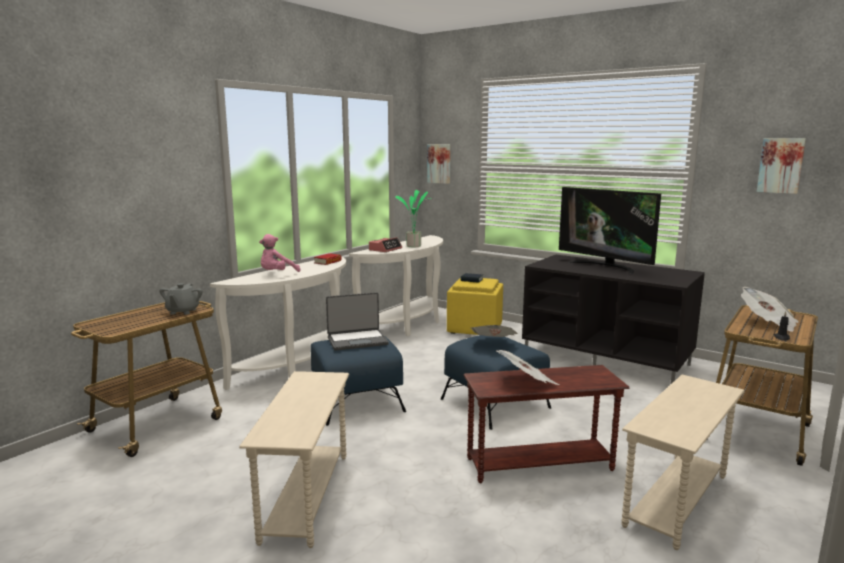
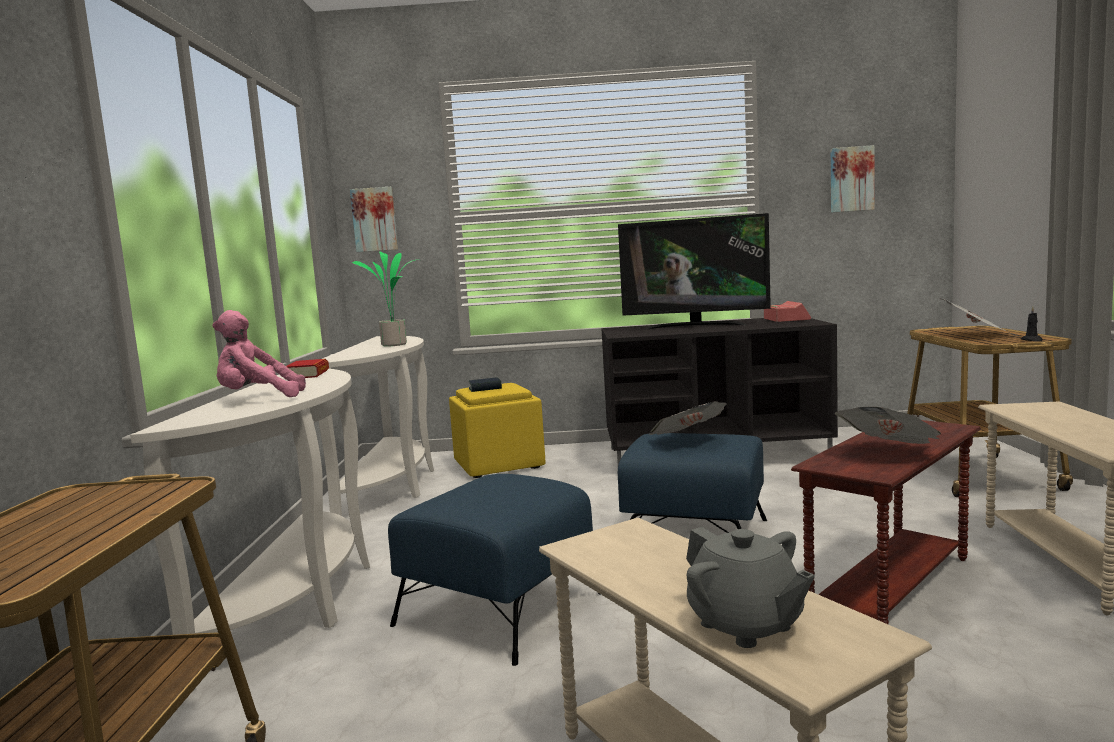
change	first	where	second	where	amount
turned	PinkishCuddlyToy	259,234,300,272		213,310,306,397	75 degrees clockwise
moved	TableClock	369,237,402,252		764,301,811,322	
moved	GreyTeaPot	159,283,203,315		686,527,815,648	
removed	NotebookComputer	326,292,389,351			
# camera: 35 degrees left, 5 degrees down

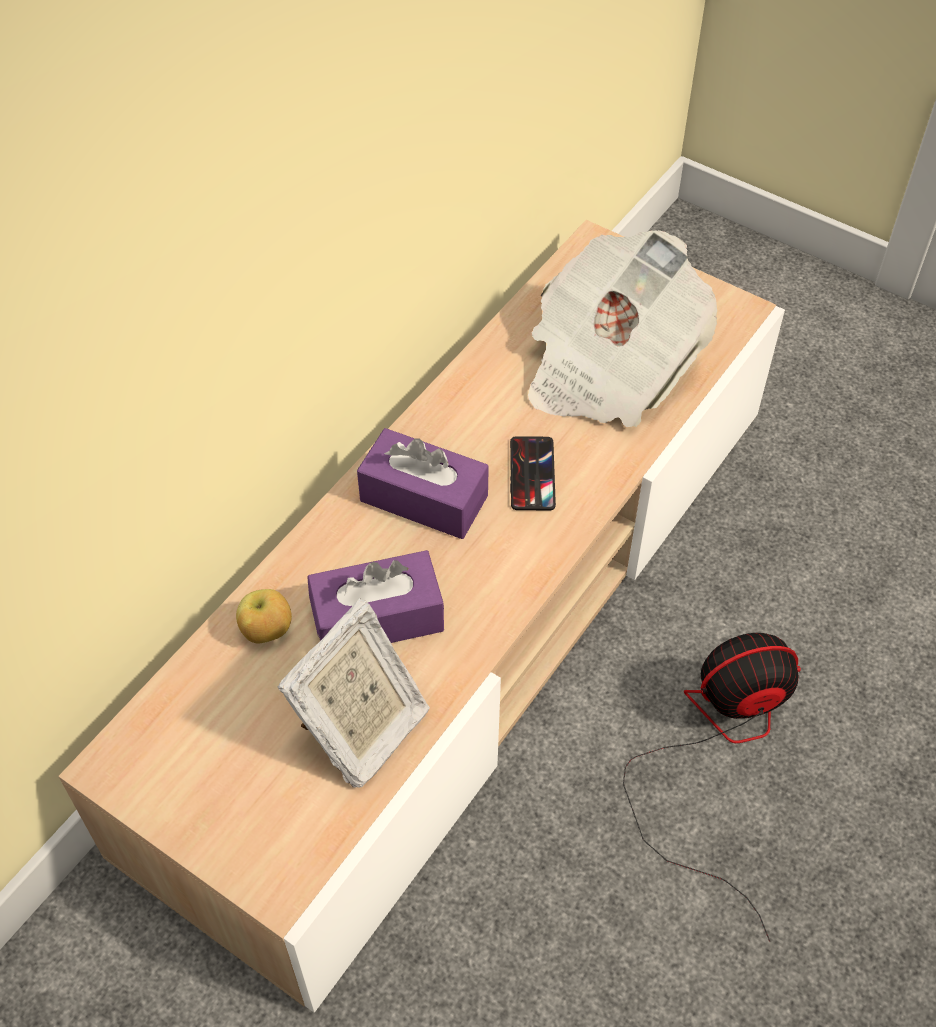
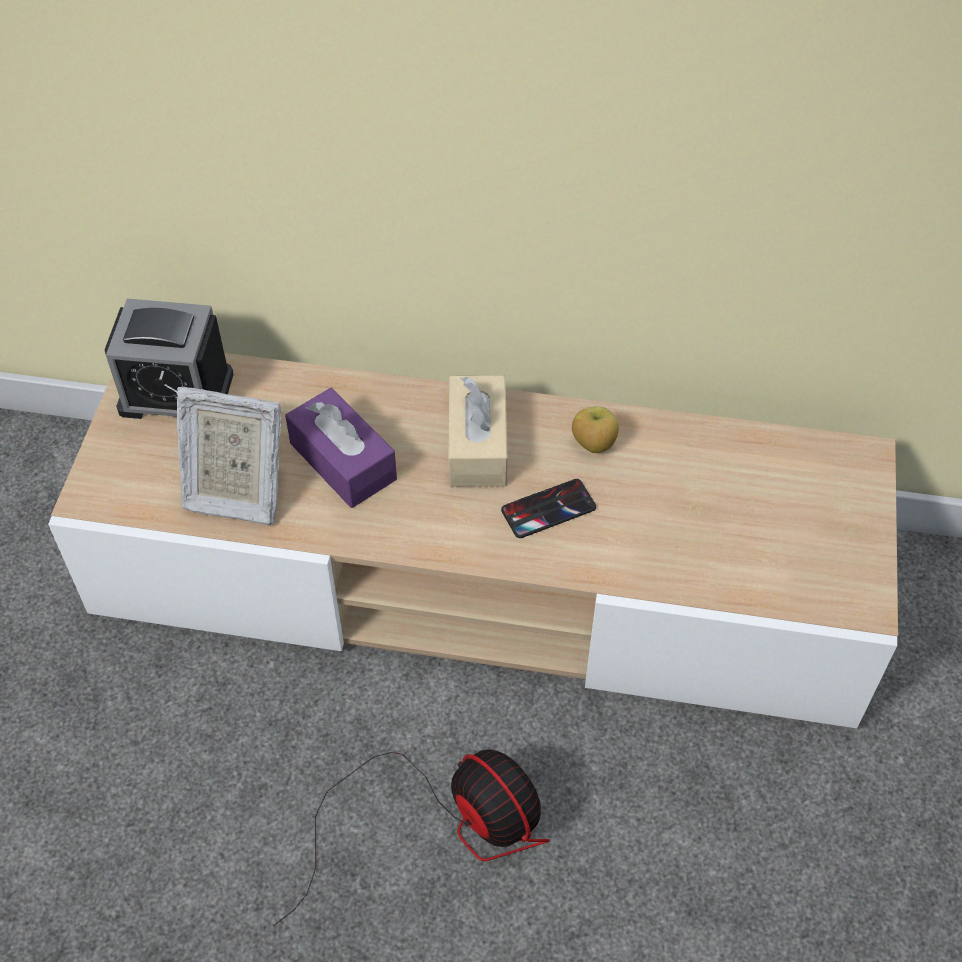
change	first	where	second	where	amount
removed	PrintedPaper	528,230,717,427			
recoloured	PurplishTissueBox	357,428,489,539	BeigeColouredTissueBox	449,376,507,487	
moved	AppleFruit	236,589,292,644		572,406,619,453	
added			TableClock	105,299,234,419	
# camera: 65 degrees right, 0 degrees up

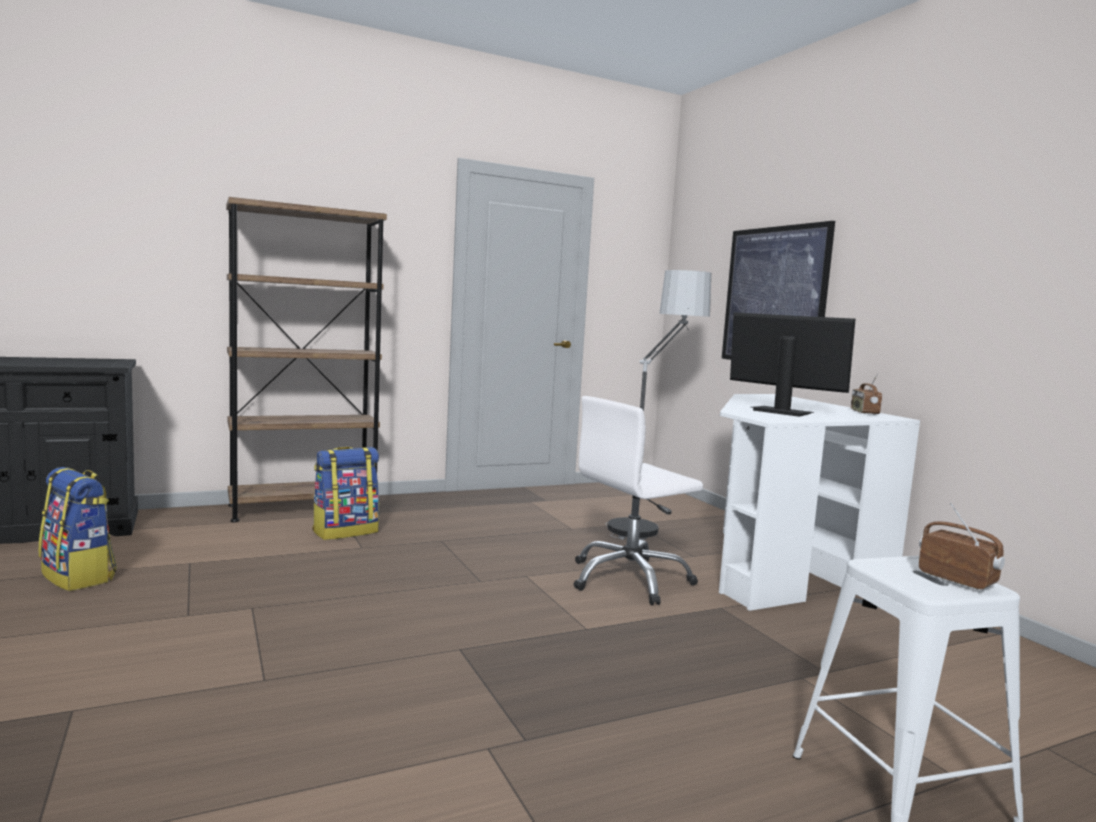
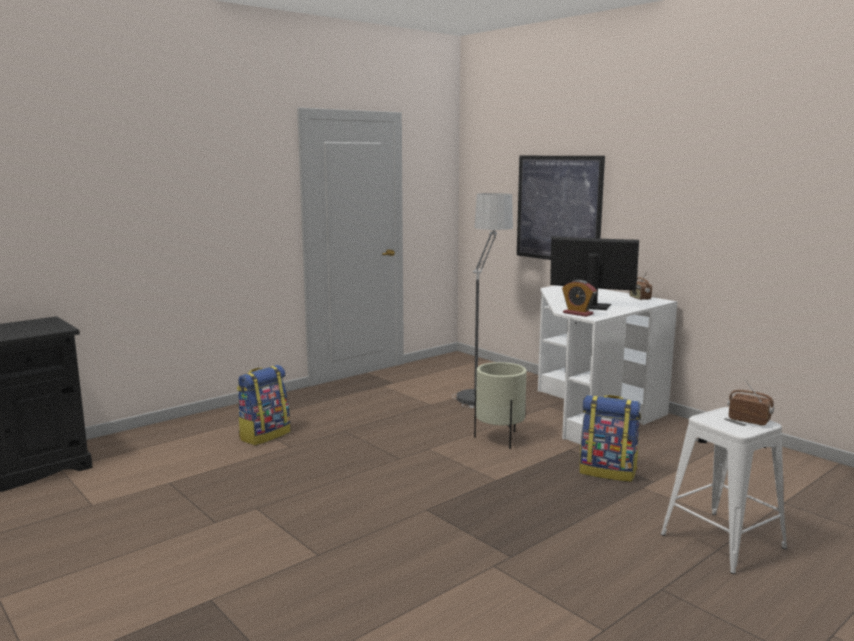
change	first	where	second	where	amount
removed	BrownShelvingUnit	226,197,387,522			
replaced	WhiteDeskChair	574,396,703,605	BeigeColouredPlantPot	474,362,527,449	
moved	Rucksack	39,467,117,591		580,395,641,482	
added			TableClock	562,280,597,317	
# camera: 15 degrees left, 5 degrees up

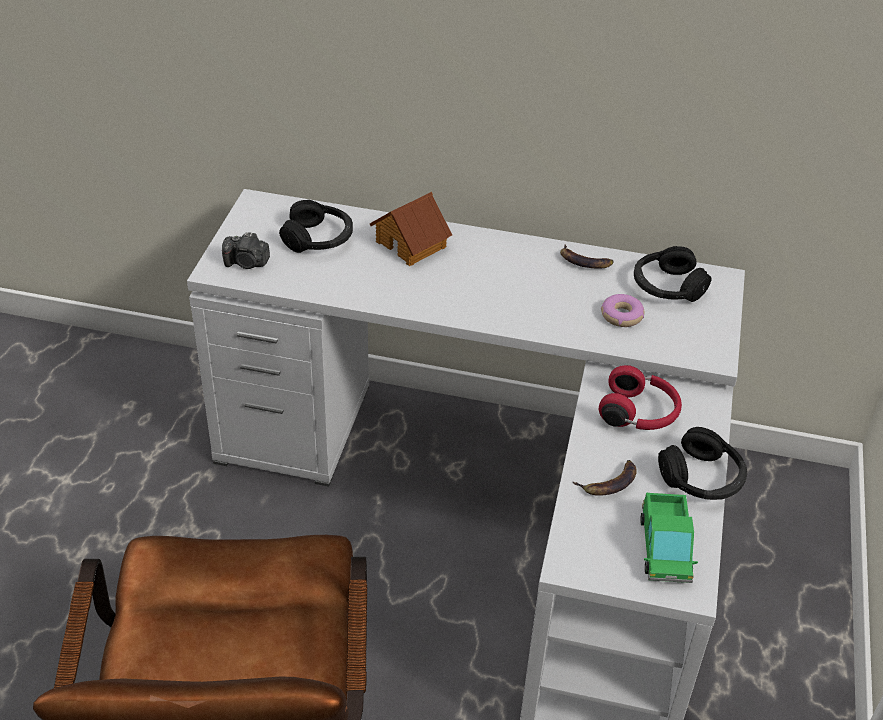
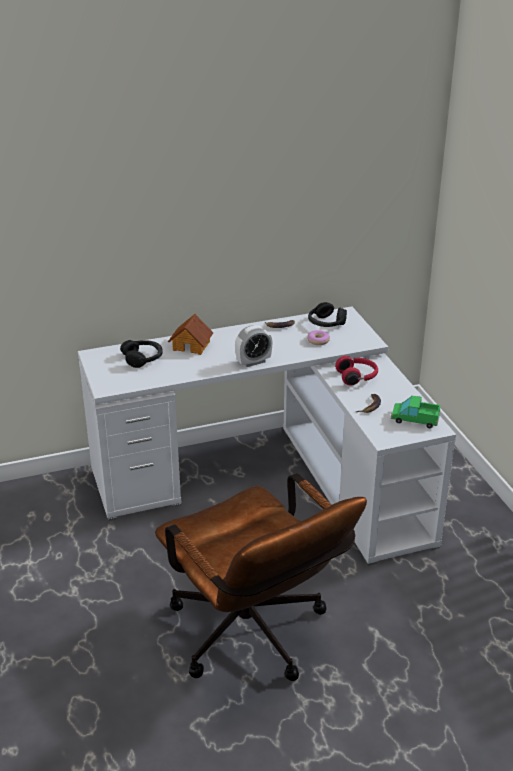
change	first	where	second	where	amount
removed	PhotoCamera	222,232,270,269			
removed	BlackishHeadset	658,427,747,500			
turned	ToyLorry	640,493,698,583		391,396,441,428	135 degrees clockwise
added			TableClock	235,325,272,367	
# camera: 30 degrees left, 10 degrees down

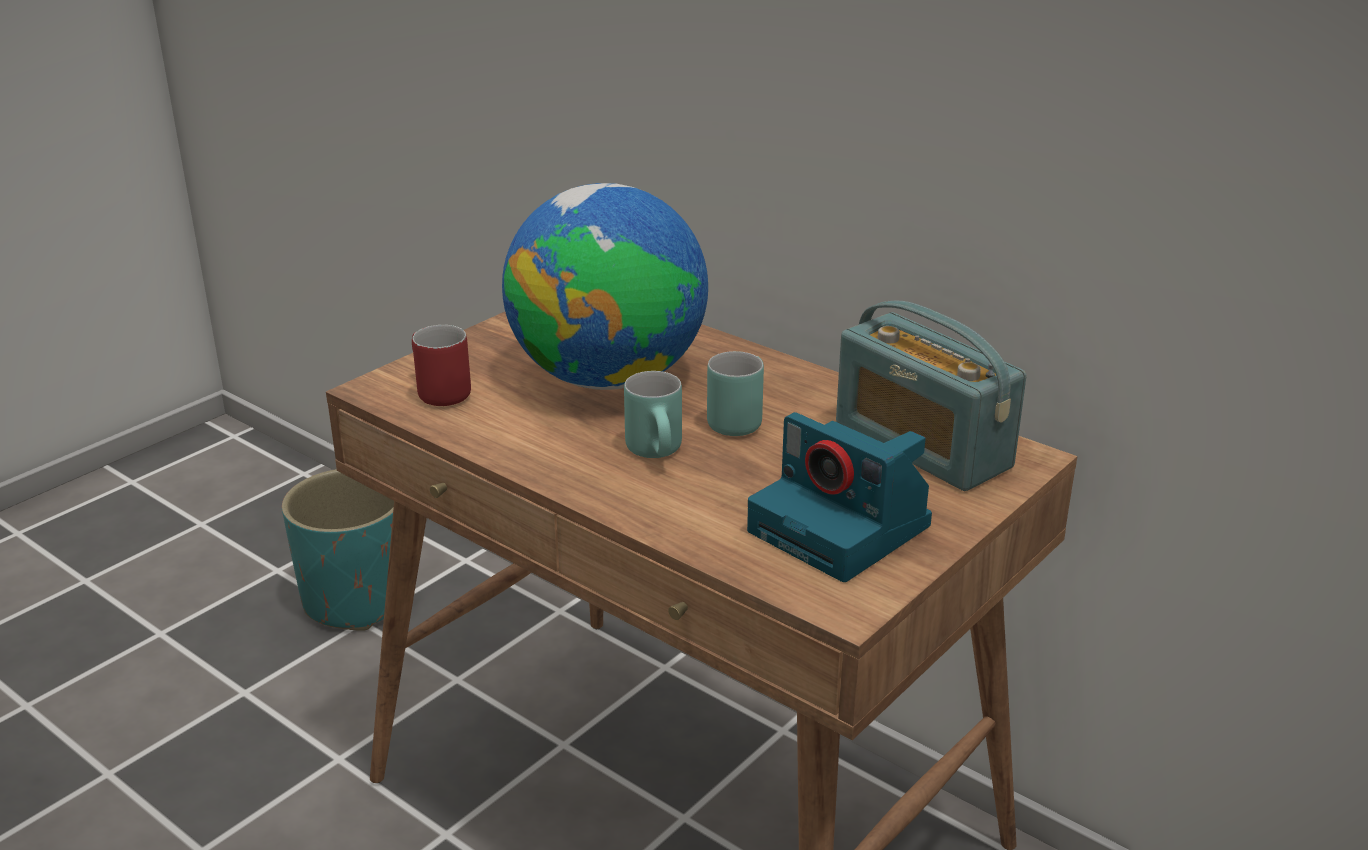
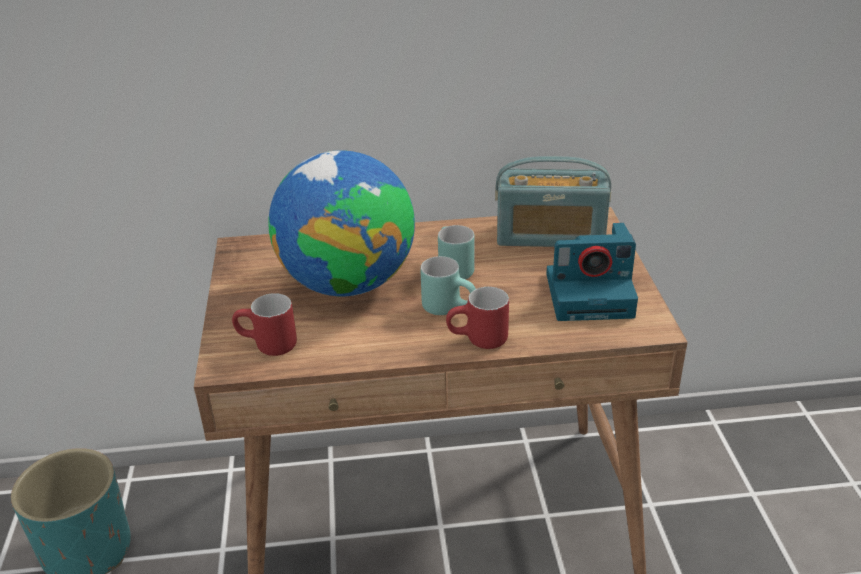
change	first	where	second	where	amount
added			ReddishMug	446,287,509,349	
# camera: 45 degrees left, 5 degrees up

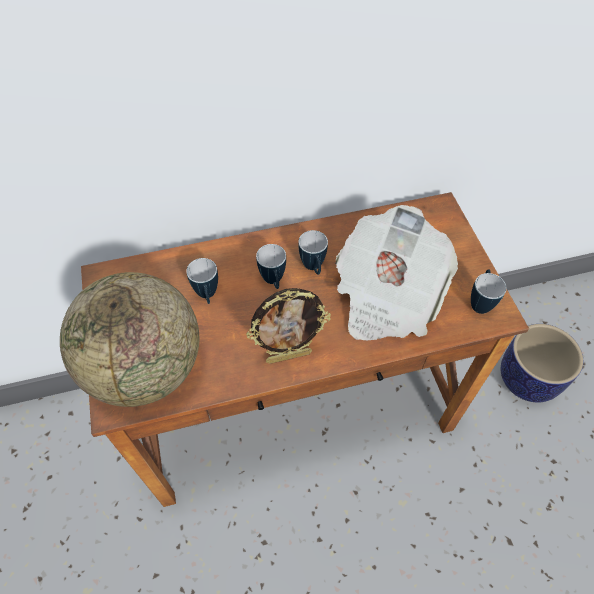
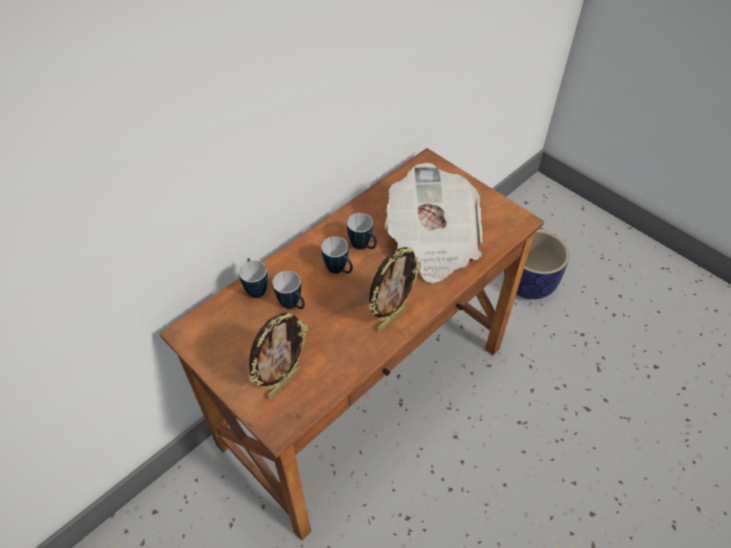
change	first	where	second	where	amount
moved	Mug	471,269,507,314		239,258,268,298	
replaced	DeskGlobe	60,272,199,407	PhotoFrame	249,312,308,399	
# camera: 30 degrees left, 5 degrees down

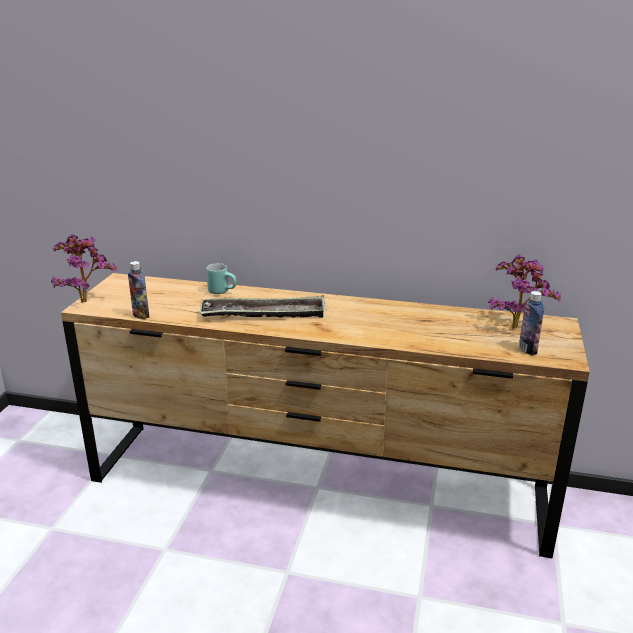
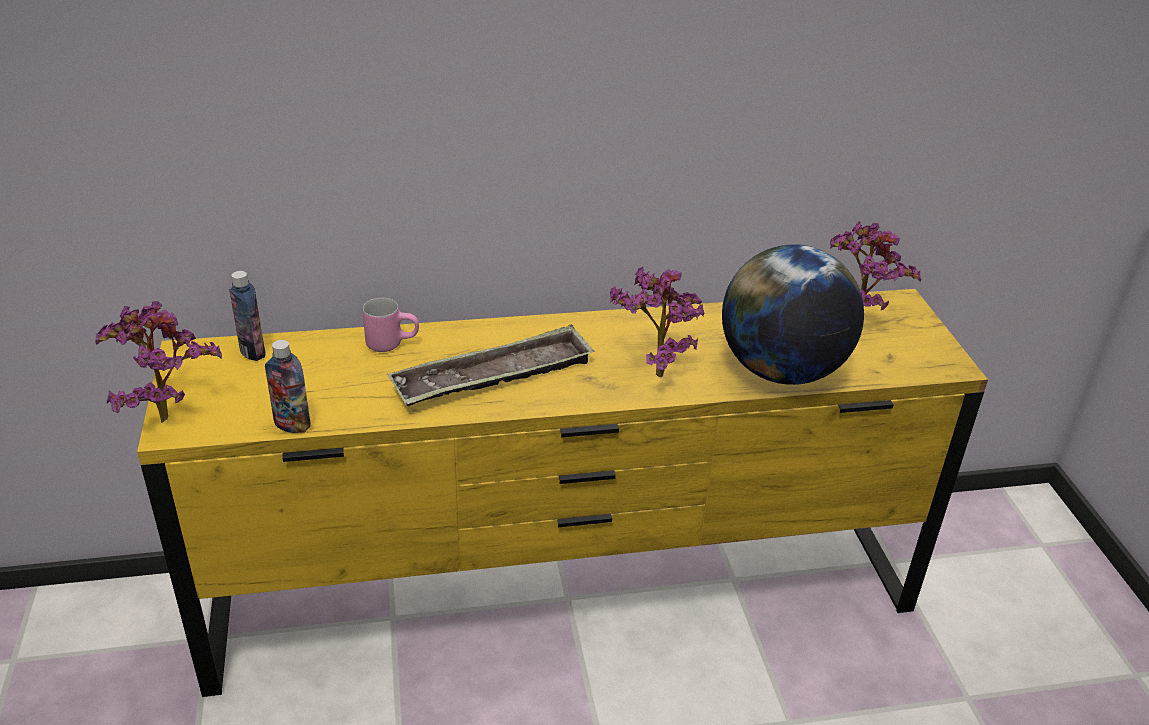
change	first	where	second	where	amount
recoloured	TurquoiseColouredMug	206,263,237,294	PinkishMug	363,298,419,352	
recoloured	BrownDrawerChest	61,273,590,558	YellowColouredDrawerChest	137,289,988,697	
moved	Bottle	519,291,544,355		229,271,265,361	
added			DeskGlobe	722,244,864,385	
added			PottedPlant	610,267,704,377	
# camera: 25 degrees left, 10 degrees up

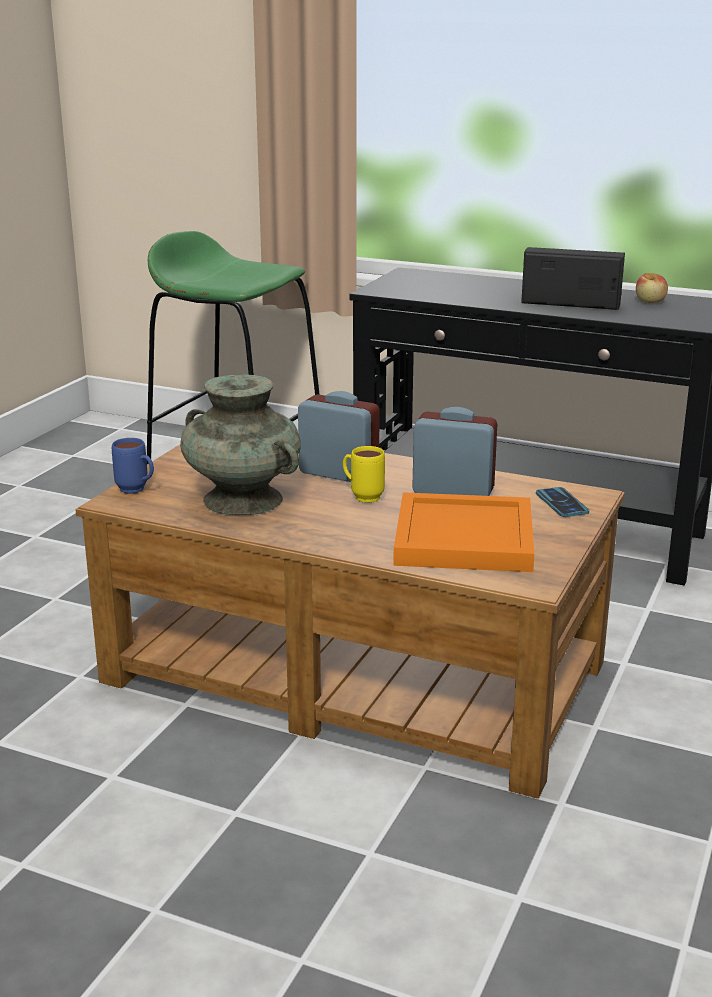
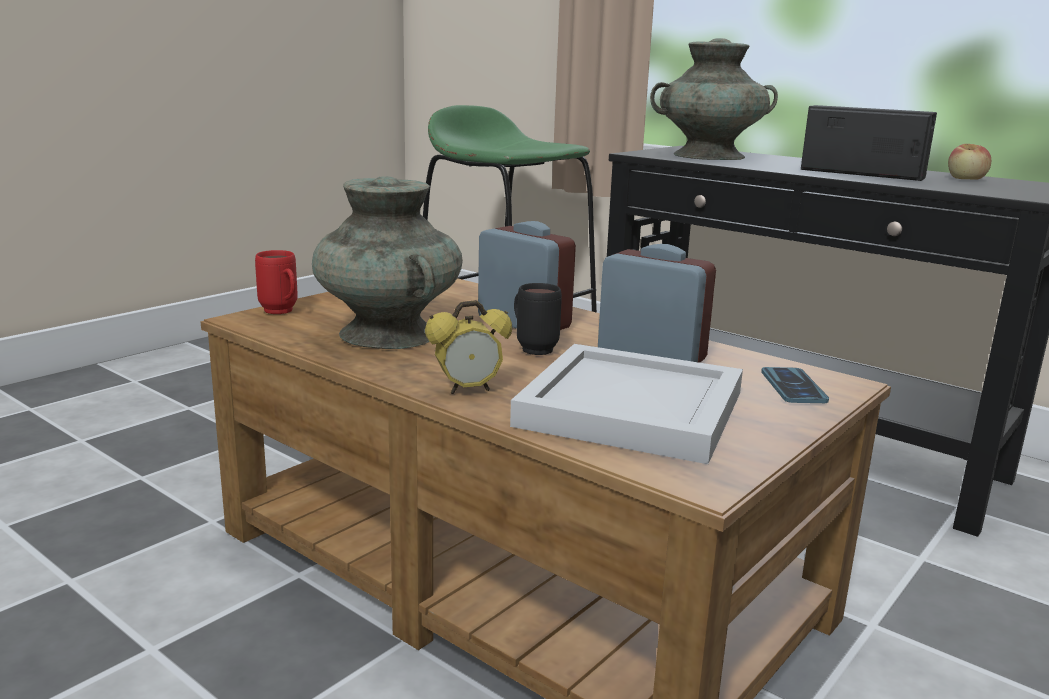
change	first	where	second	where	amount
recoloured	BlueMug	112,438,154,494	ReddishMug	255,250,298,314	
recoloured	YellowColouredMug	343,446,385,503	BlackishMug	514,283,562,355	
recoloured	OrangeTray	393,492,534,572	WhiteTray	510,344,743,464	
added			TurquoiseColouredDecorativeVase	650,38,778,160	
added			TableClock	425,300,512,394	
# camera: 15 degrees right, 5 degrees down

